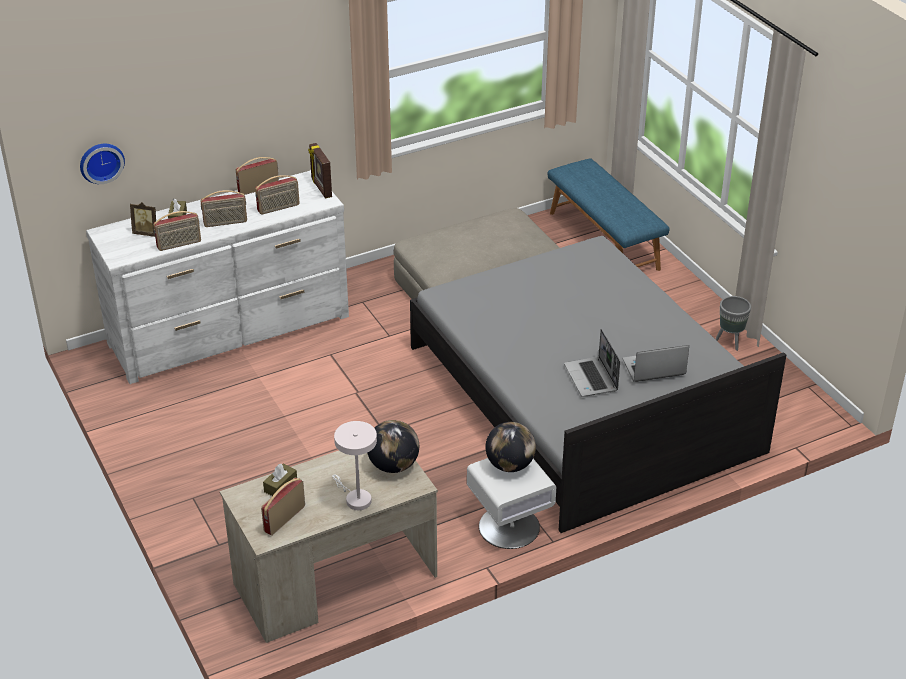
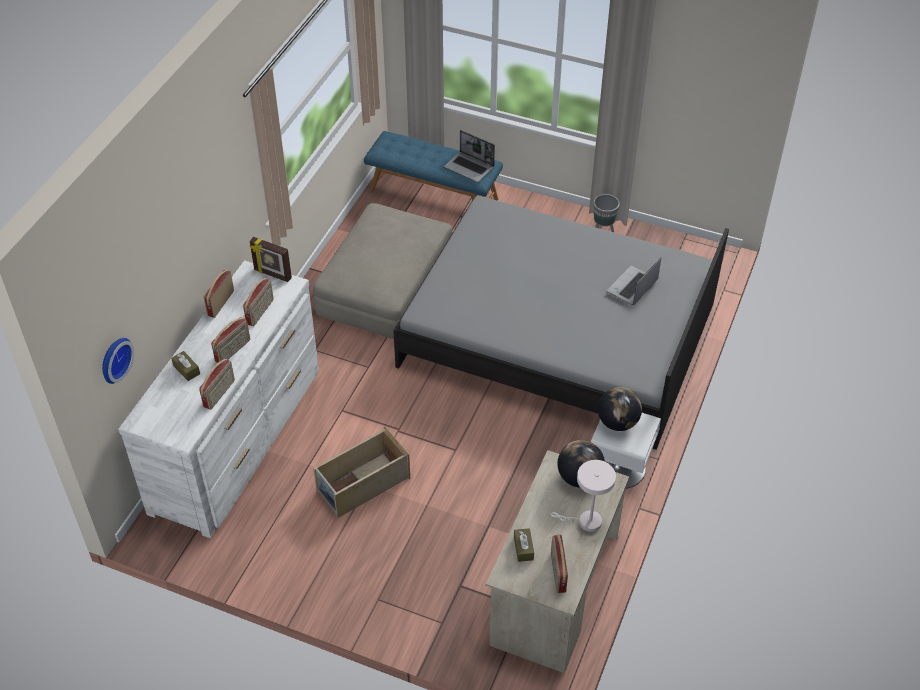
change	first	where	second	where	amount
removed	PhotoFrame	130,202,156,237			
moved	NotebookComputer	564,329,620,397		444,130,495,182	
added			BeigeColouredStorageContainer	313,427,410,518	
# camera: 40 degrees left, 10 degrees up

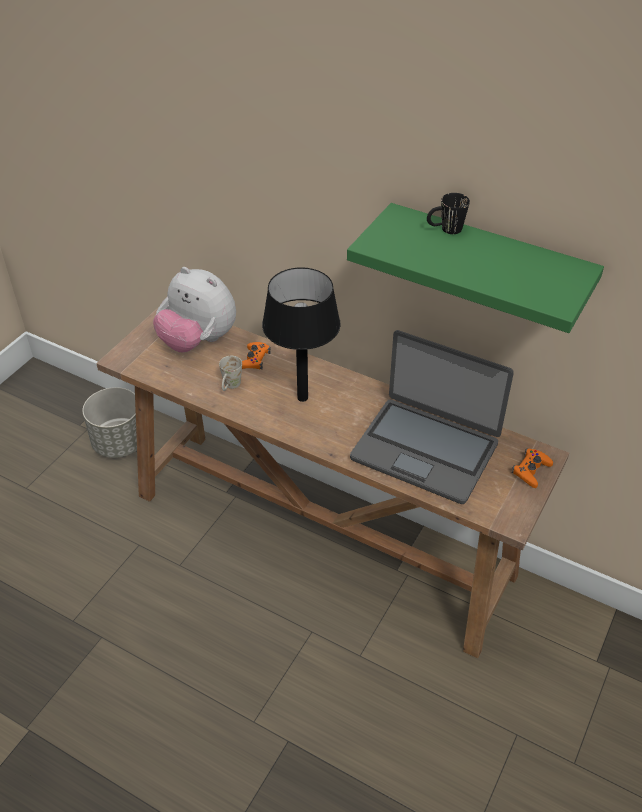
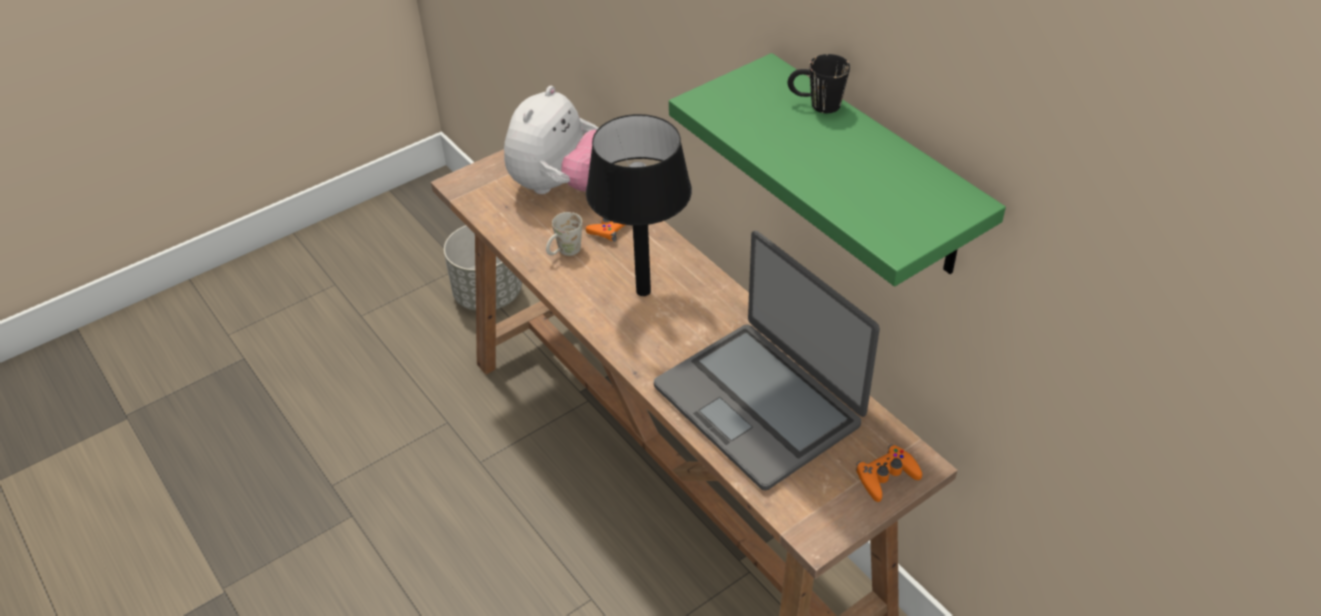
change	first	where	second	where	amount
turned	CuddlyToy	153,267,236,352		504,86,598,194	120 degrees counterclockwise
# camera: 25 degrees right, 0 degrees up

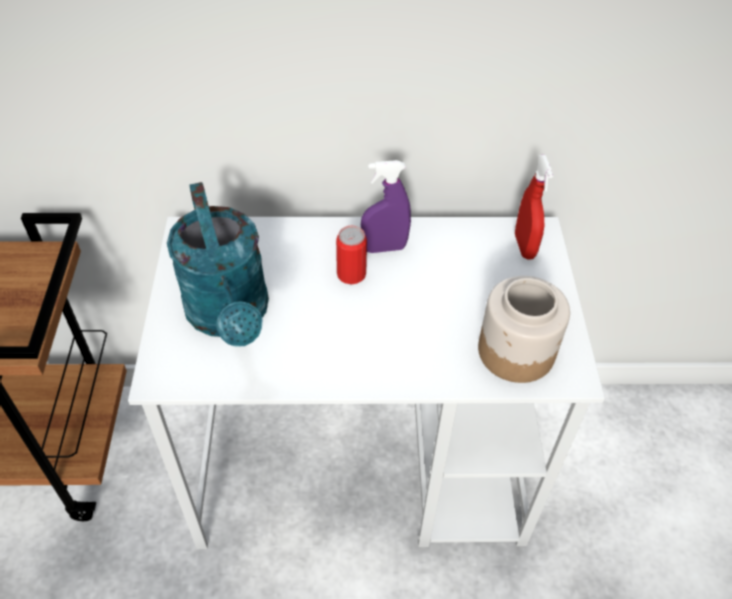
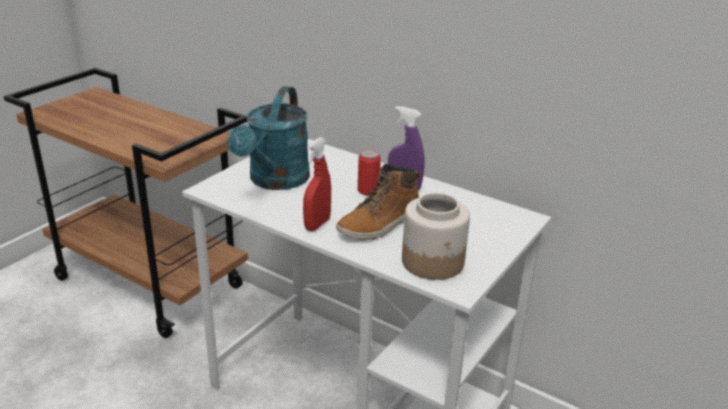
change	first	where	second	where	amount
moved	ReddishHandSprayer	515,155,553,260		303,137,331,231	
added			HighTopBoot	336,164,419,240	
# camera: 35 degrees right, 20 degrees down

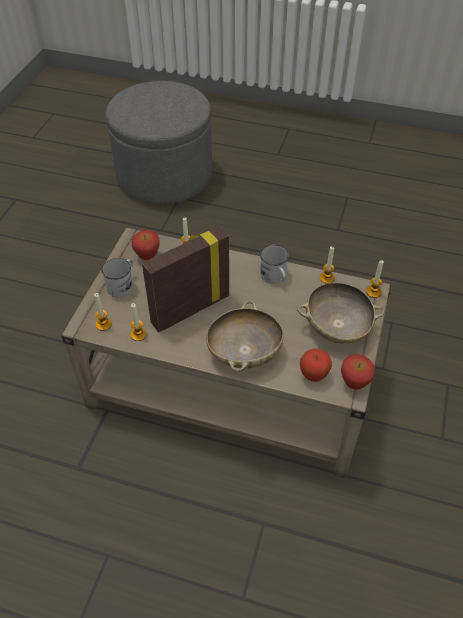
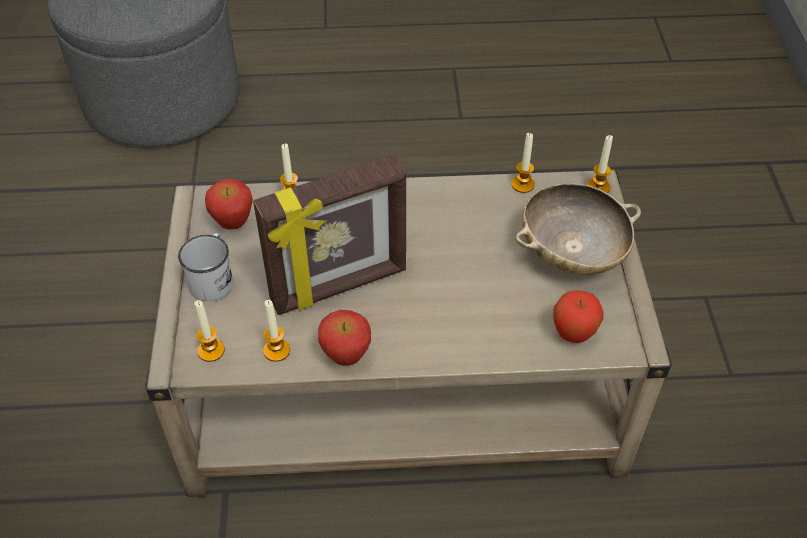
change	first	where	second	where	amount
turned	PhotoFrame	142,227,229,332		253,155,406,315	150 degrees counterclockwise
removed	WhiteMug	260,245,289,283			
removed	BeigeColouredBowl	206,300,284,372			
moved	AppleFruit	341,354,375,390		318,310,371,366	
# camera: 20 degrees left, 0 degrees up

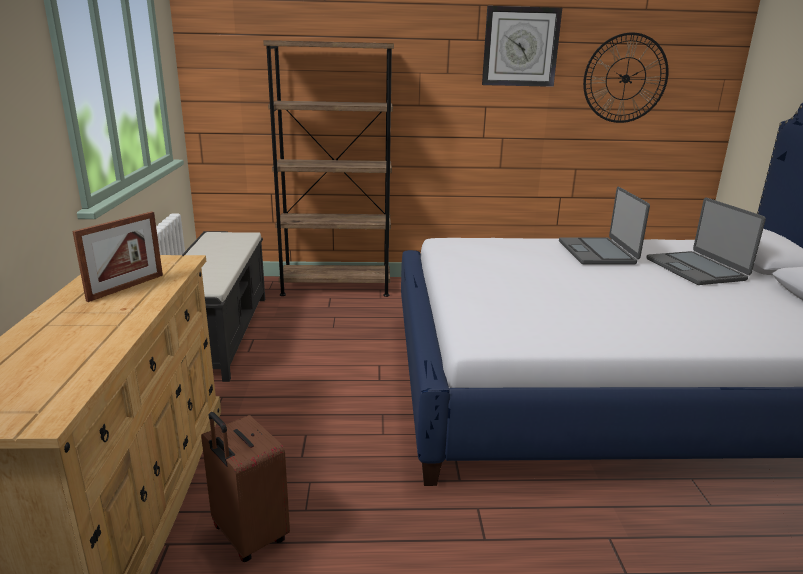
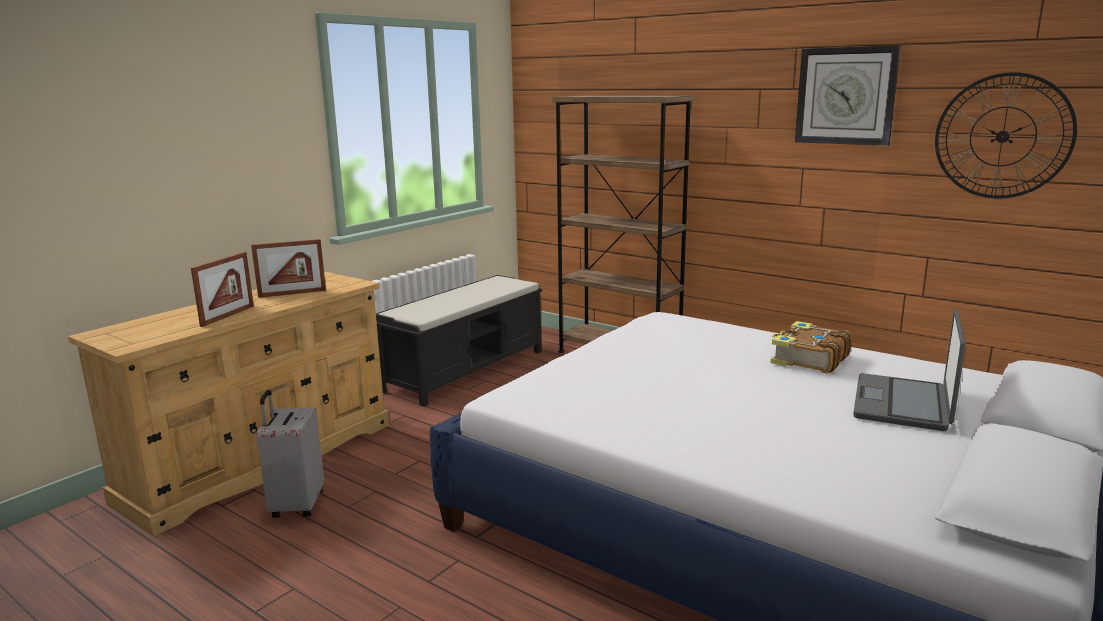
change	first	where	second	where	amount
replaced	NotebookComputer	559,187,650,265	BoundBook	770,321,852,373	
recoloured	BrownPieceOfLuggage	201,412,290,562	GreyPieceOfLuggage	257,390,324,518	
added			PhotoFrame	191,252,254,327	
# camera: 40 degrees right, 5 degrees down

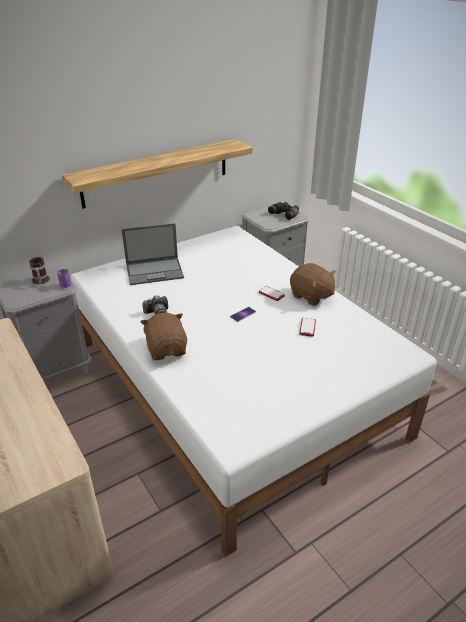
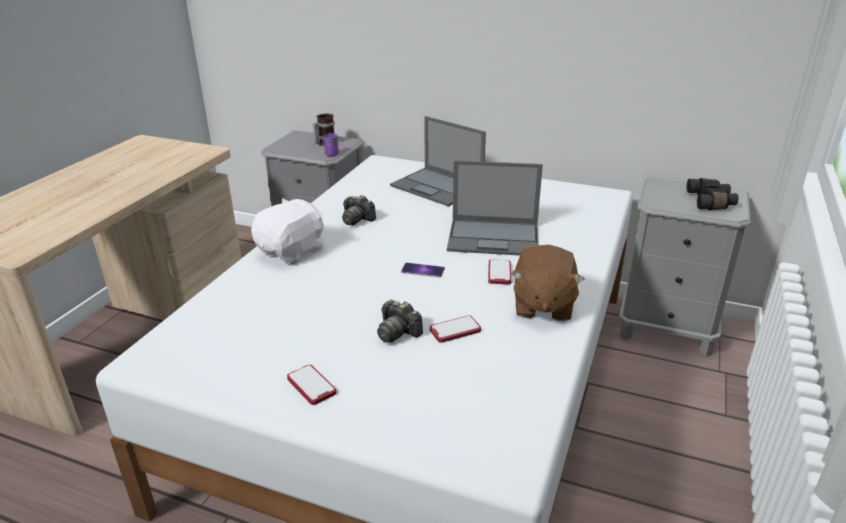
change	first	where	second	where	amount
removed	Shelf	62,139,253,209			
recoloured	BrownCuddlyToy	140,313,187,360	WhiteCuddlyToy	251,198,324,264	
added			NotebookComputer	447,160,543,255	
added			PhotoCamera	377,300,423,343	
added			Phone	287,365,337,405	
# camera: 55 degrees right, 5 degrees down

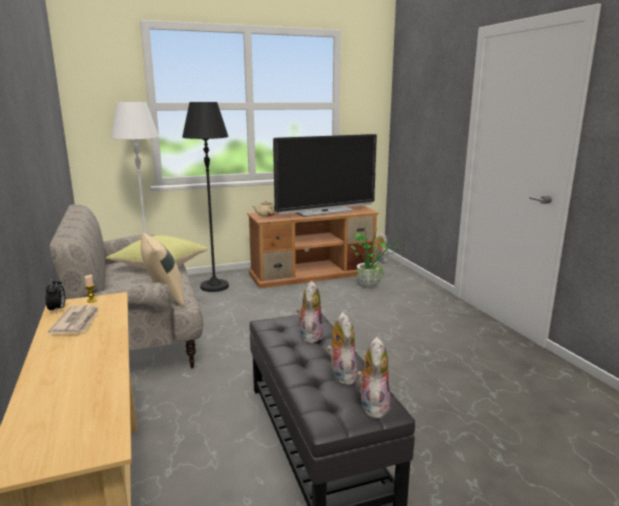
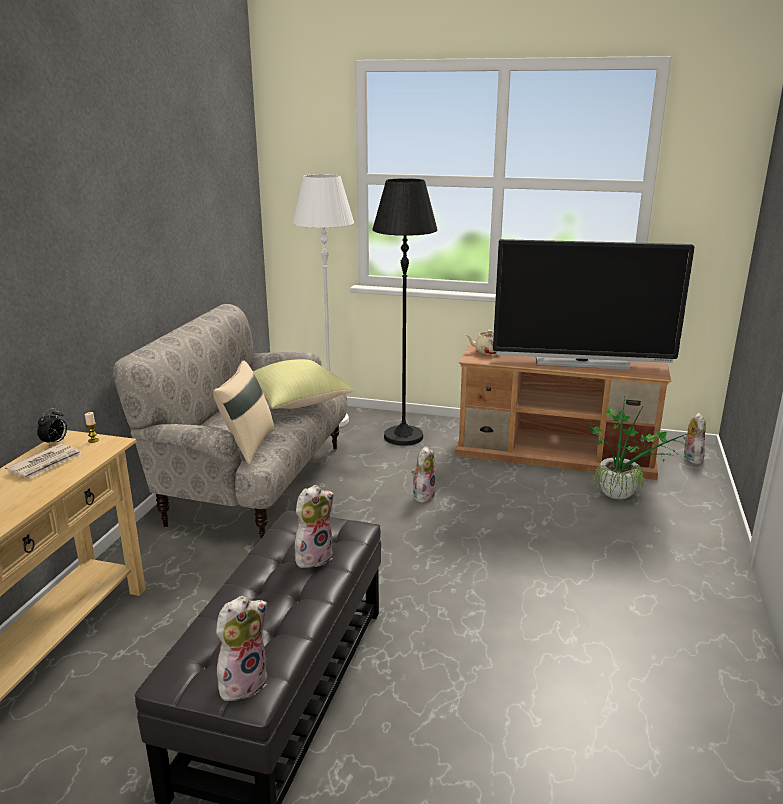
change	first	where	second	where	amount
moved	CuddlyToy	327,312,358,385		412,446,436,503	
# camera: 35 degrees right, 5 degrees up

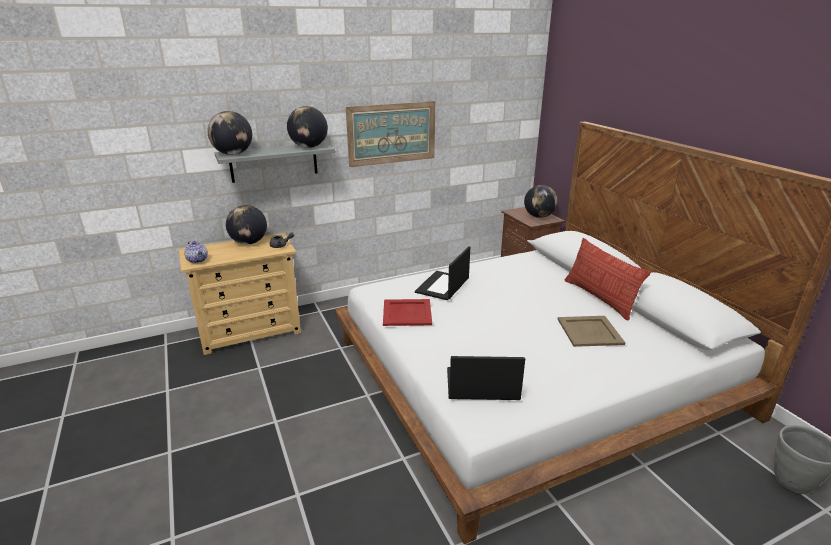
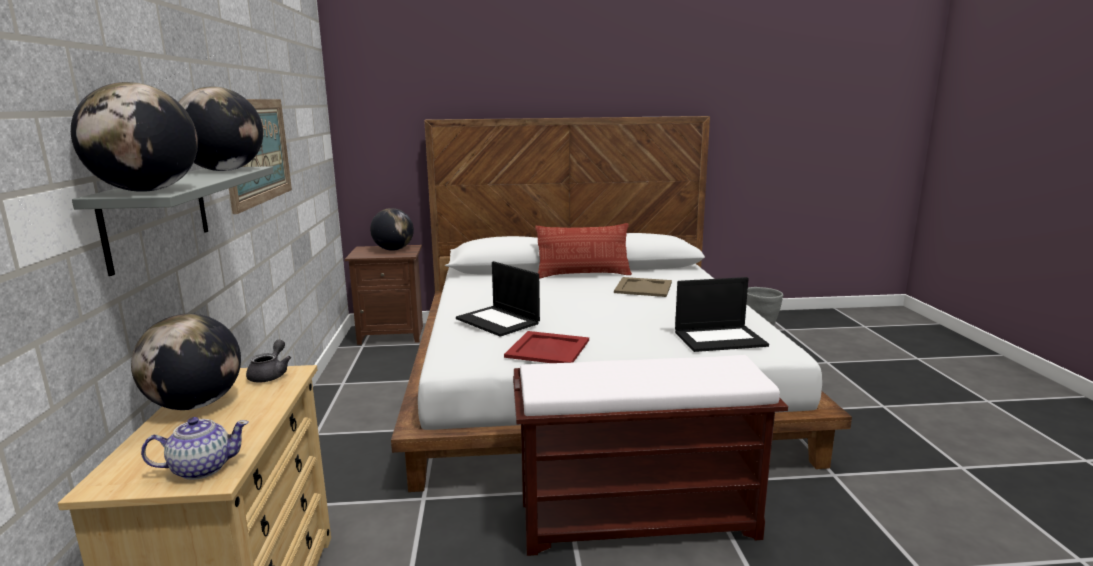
change	first	where	second	where	amount
turned	NotebookComputer	447,356,525,400		675,277,769,352	120 degrees counterclockwise
added			BrownBench	513,355,788,556	
# camera: 70 degrees left, 10 degrees down

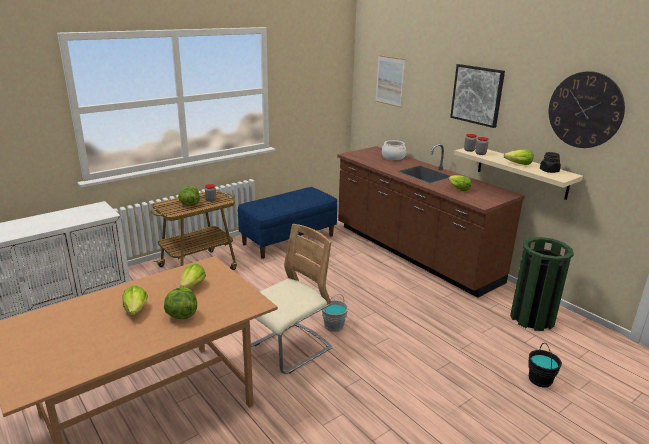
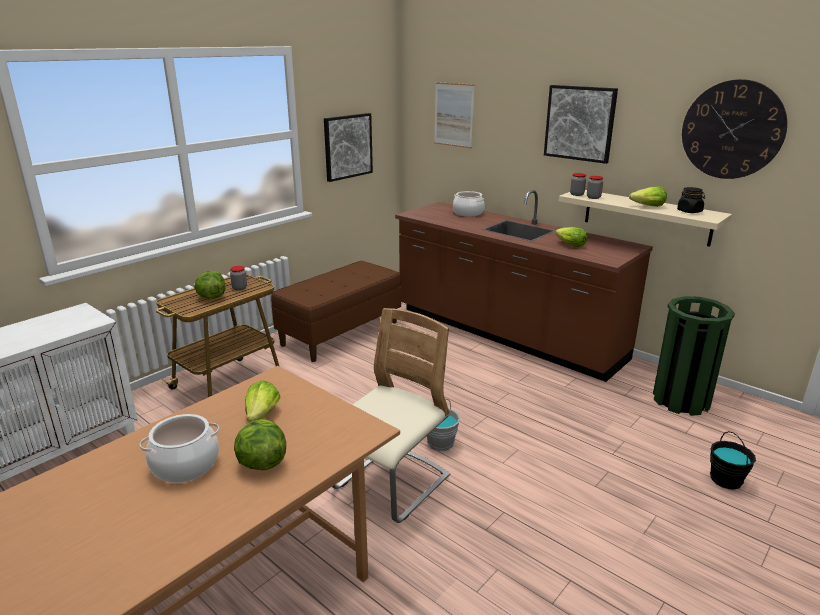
change	first	where	second	where	amount
recoloured	BlueBench	238,187,337,259	BrownBench	271,261,401,362	
replaced	LettuceHead	122,286,148,315	Stockpot	140,414,219,483	
added			Picture	324,113,373,182	
# camera: 10 degrees left, 0 degrees up

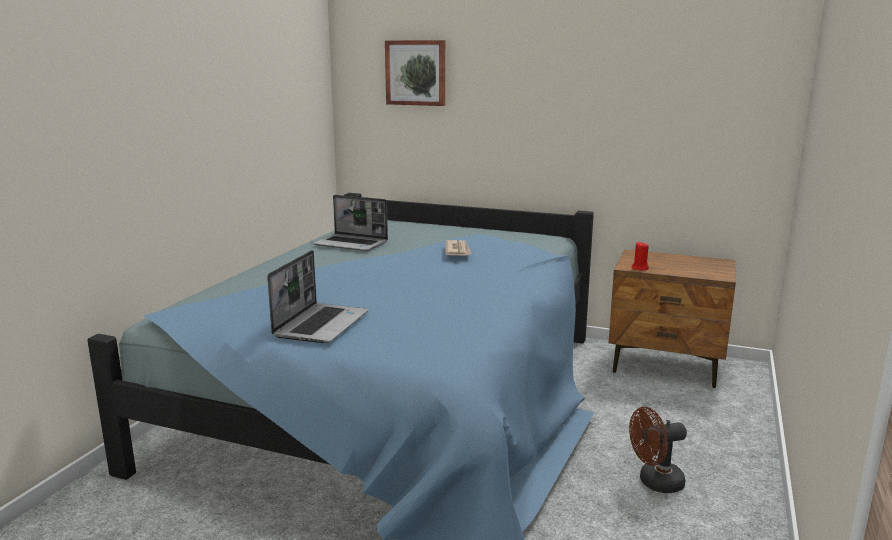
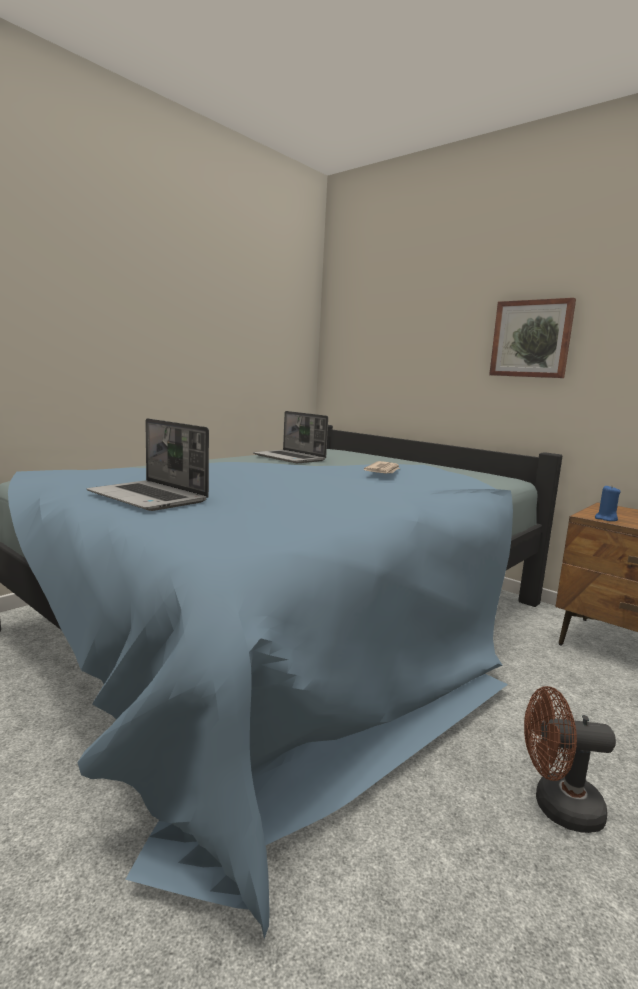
change	first	where	second	where	amount
moved	Picture	385,40,445,106		489,298,576,378	
recoloured	ReddishCandle	632,242,649,270	BlueCandle	595,486,621,521	
turned	NotebookComputer	267,250,368,343		87,418,209,511	90 degrees clockwise
# camera: 20 degrees right, 5 degrees down

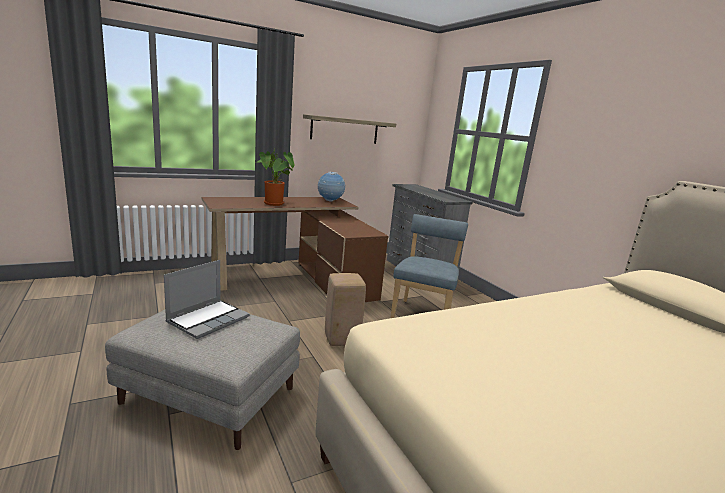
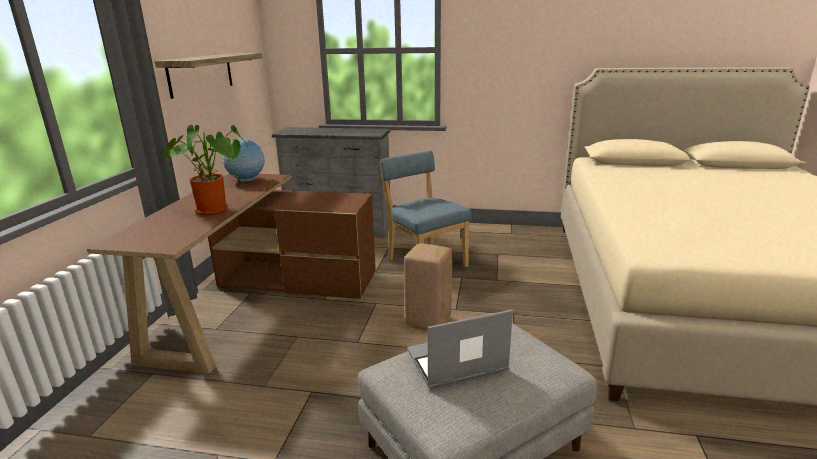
change	first	where	second	where	amount
turned	NotebookComputer	164,260,250,339		407,310,513,389	90 degrees counterclockwise
# camera: 50 degrees left, 5 degrees up

